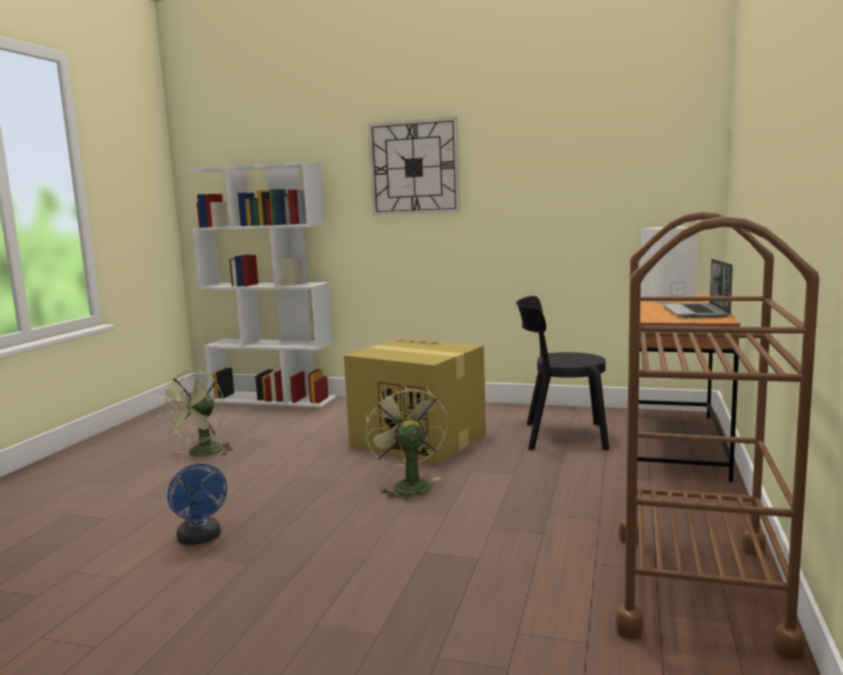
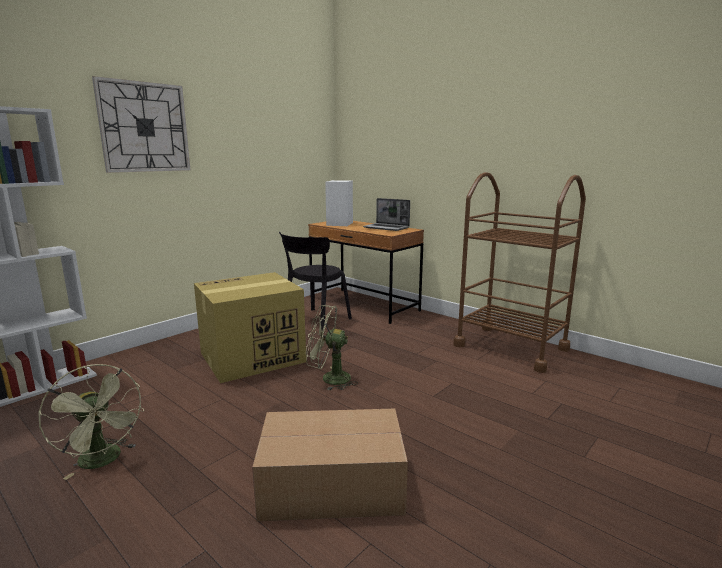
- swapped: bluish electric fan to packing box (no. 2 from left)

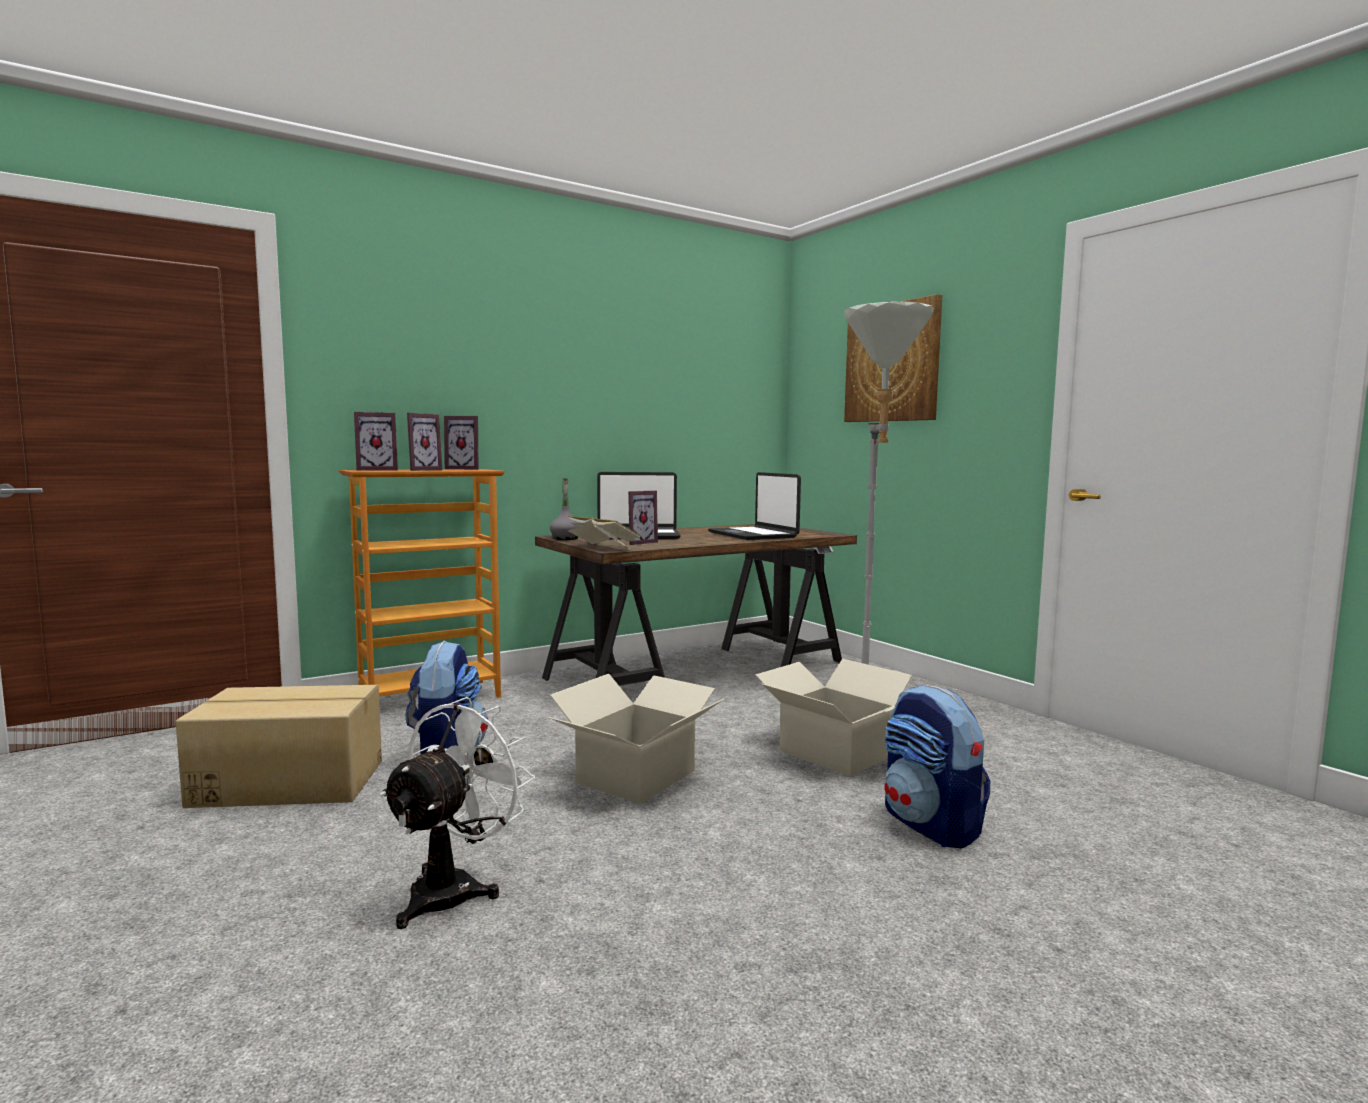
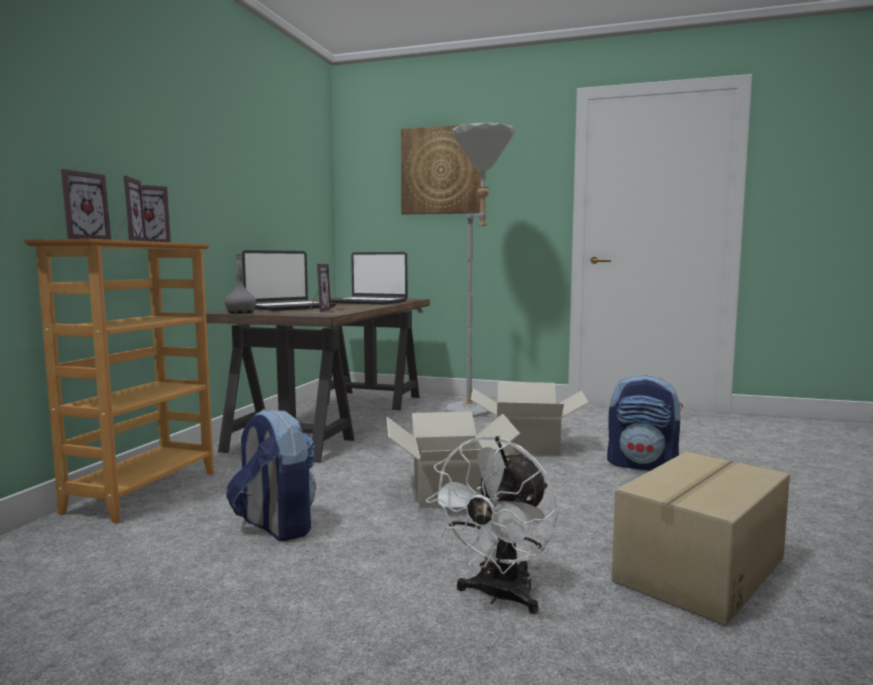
- gone: volume
- shifted: packing box (no. 1 from left in the first image) to packing box (no. 3 from left)
- rotated: white electric fan 135 degrees counterclockwise

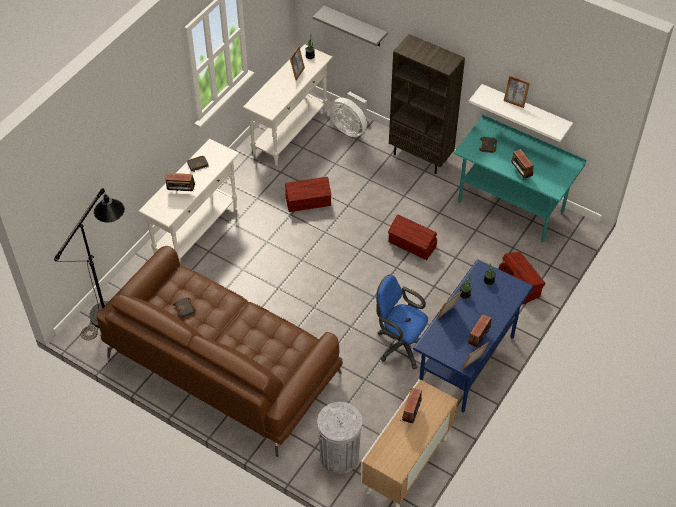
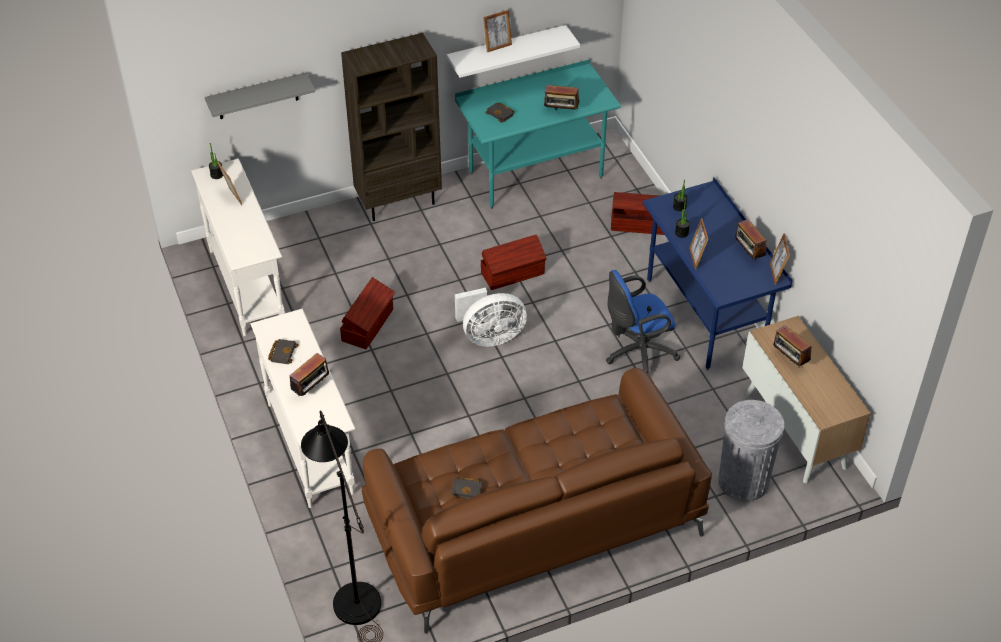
- shifted: white electric fan

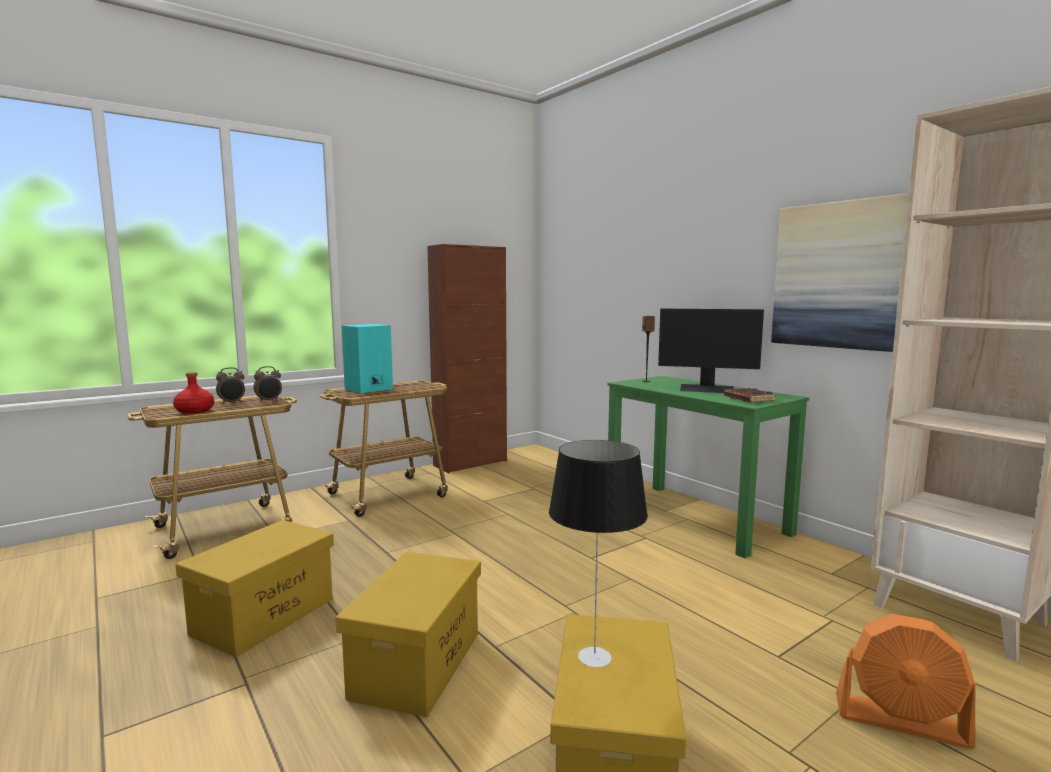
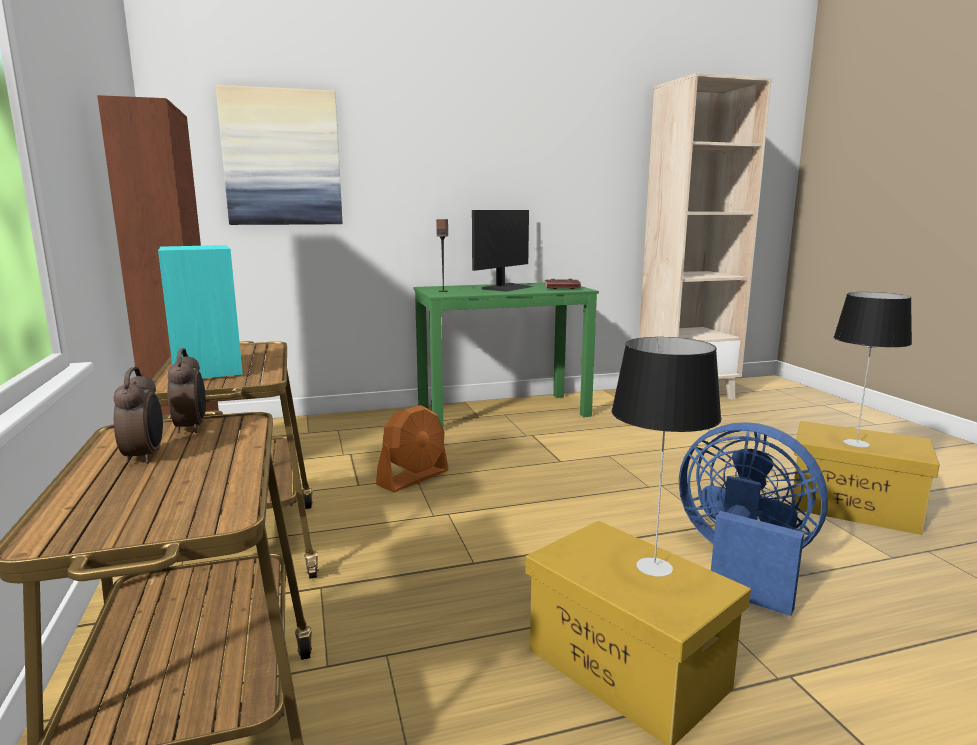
- gone: red drink bottle
- new: lamp for a table (no. 1 from left)
- shifted: wall picture
- shifted: orange-coloured electric fan
- swapped: yellow-coloured storage bin (no. 2 from left) to bluish electric fan

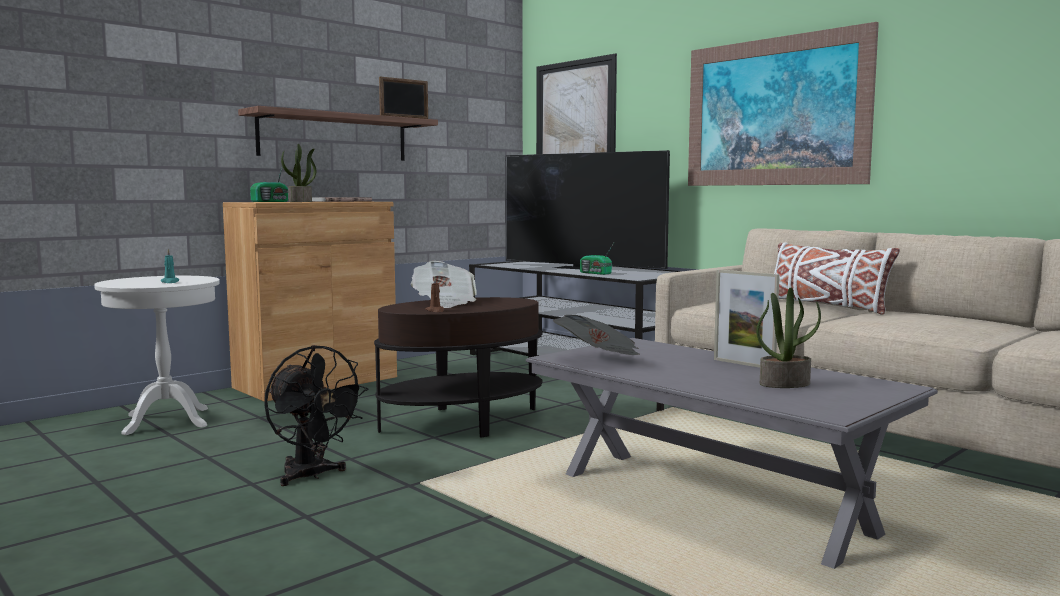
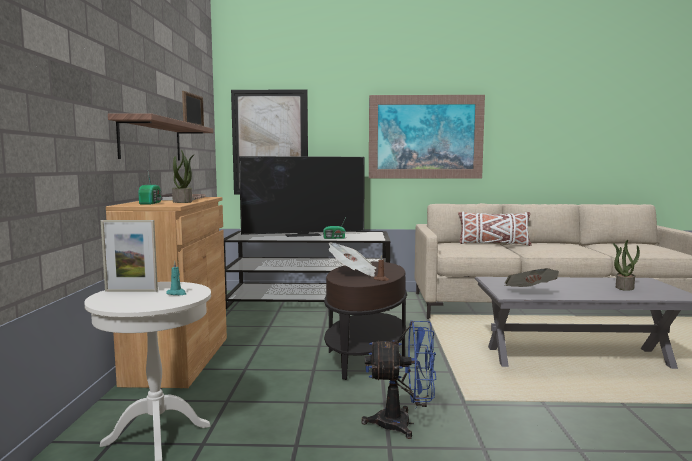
- shifted: standing frame (no. 2 from left in the first image) to standing frame (no. 1 from left)
- repainted: blackish electric fan to bluish electric fan

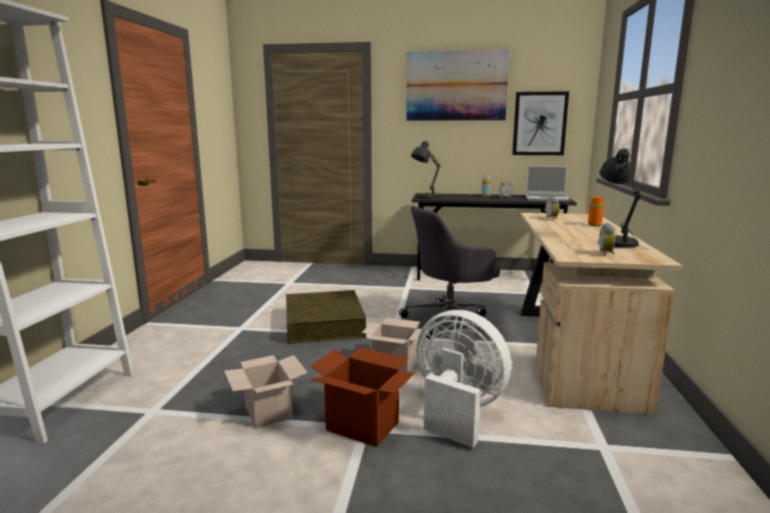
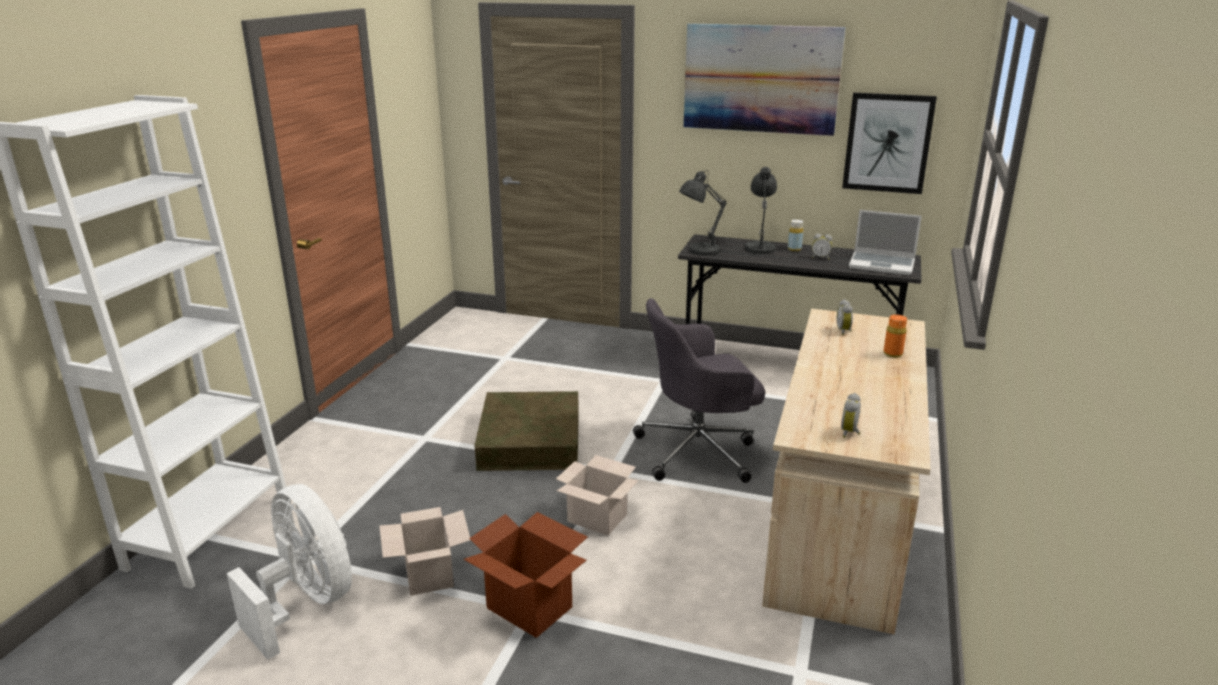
- shifted: white electric fan
- shifted: gray lamp for a table (no. 2 from left)

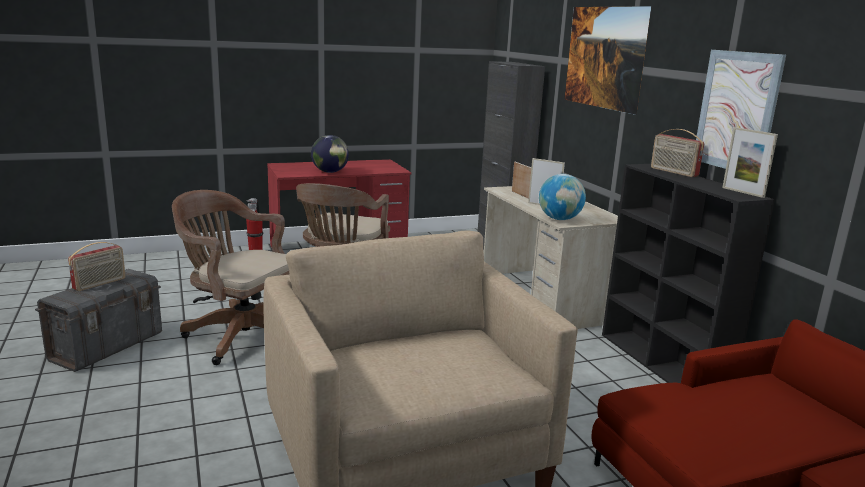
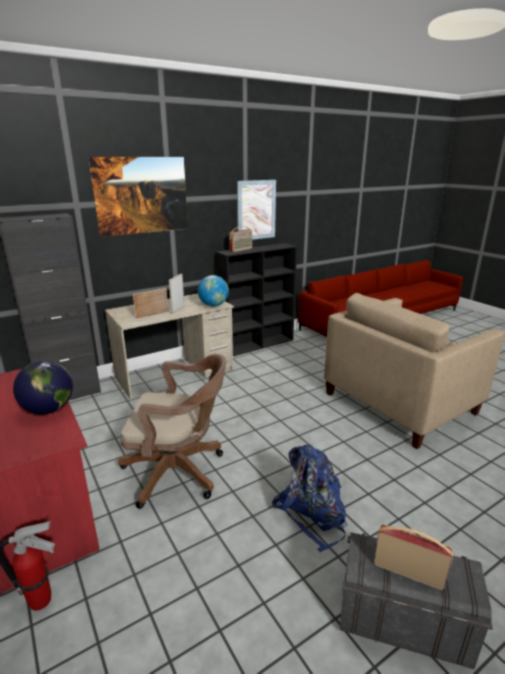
- gone: standing frame (no. 3 from left)
- swapped: brownish desk chair (no. 1 from left) to bluish rucksack

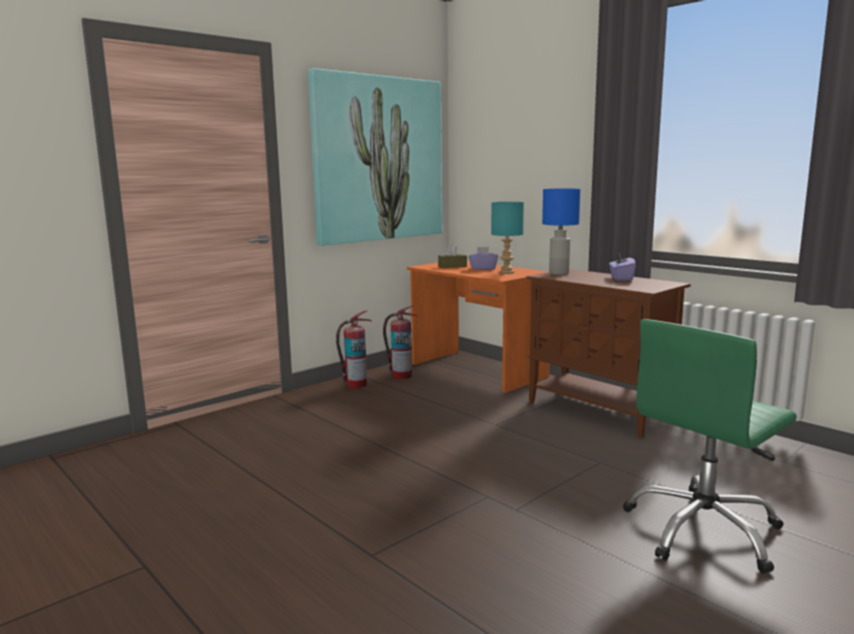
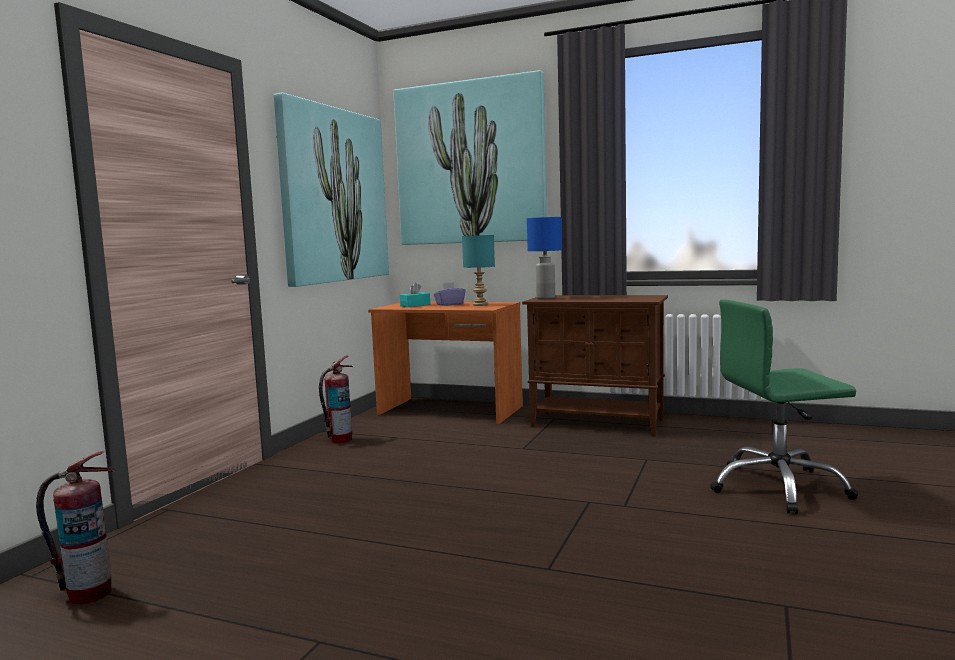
- gone: purplish tissue box (no. 2 from left)
- new: wall picture (no. 2 from left)
- shifted: fire extinguisher (no. 2 from left in the first image) to fire extinguisher (no. 1 from left)
- repainted: brownish tissue box to turquoise-coloured tissue box
- rotated: greenish desk chair 60 degrees clockwise

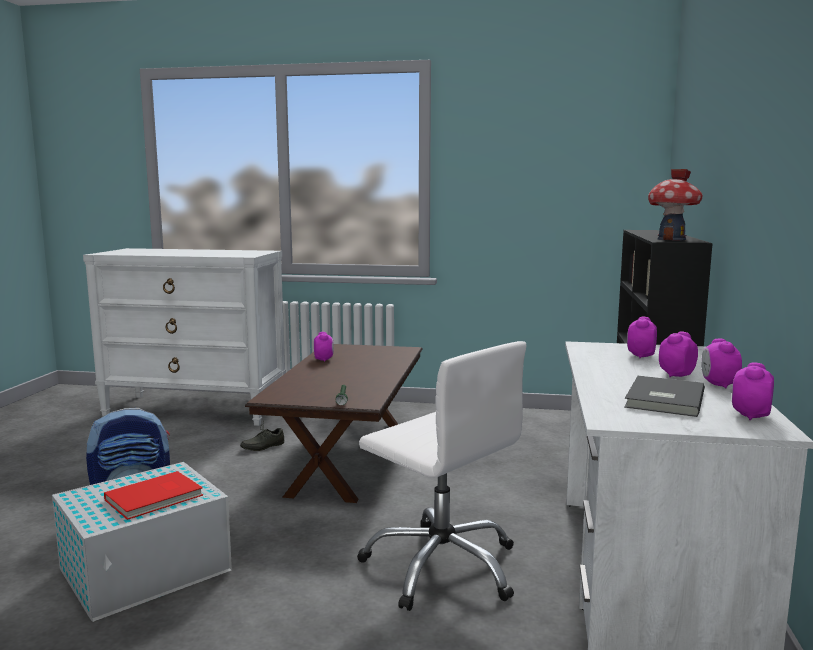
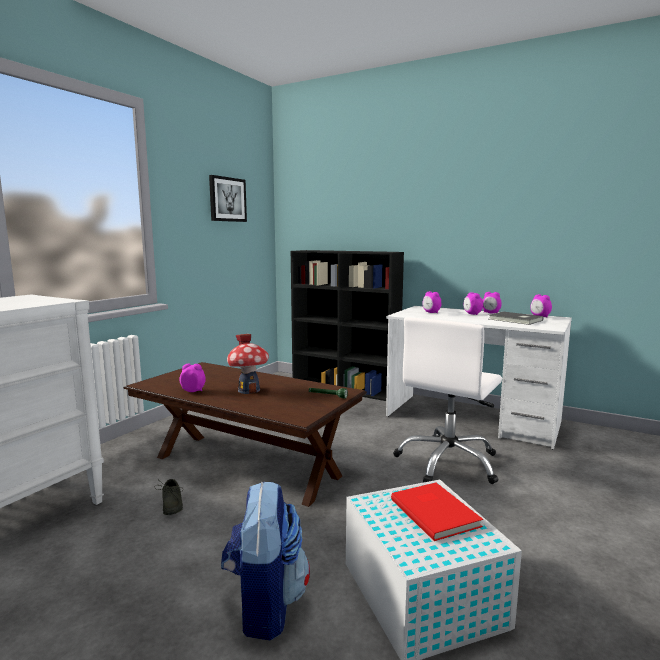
- new: wall picture
- shifted: miniature house
- rotated: white desk chair 150 degrees clockwise

